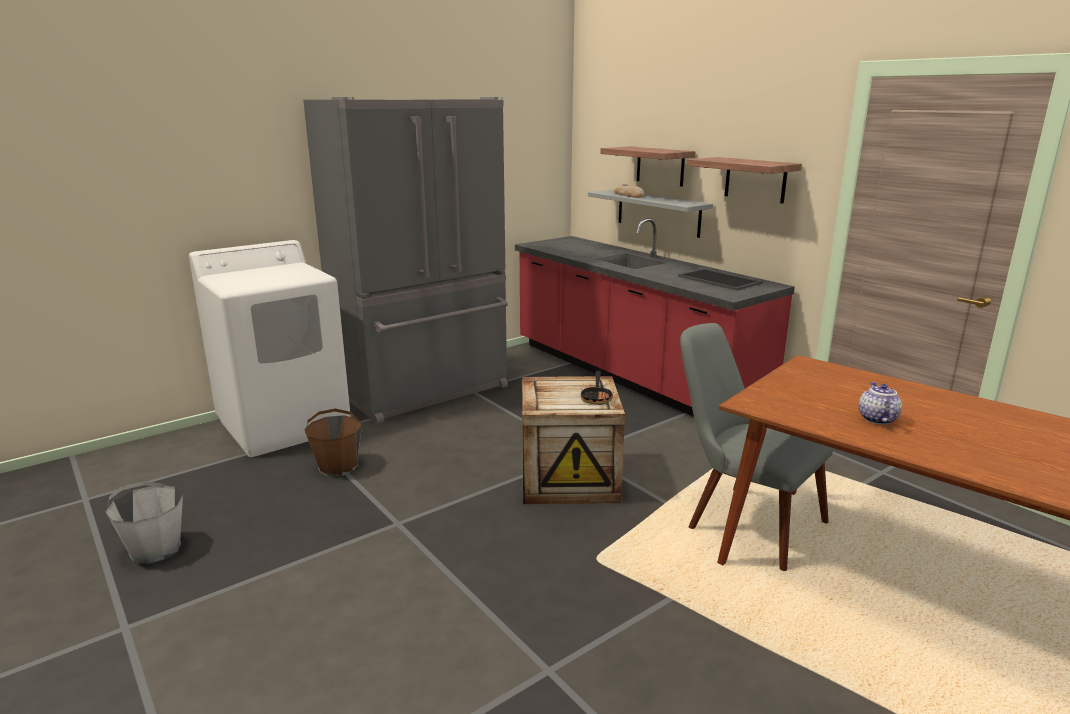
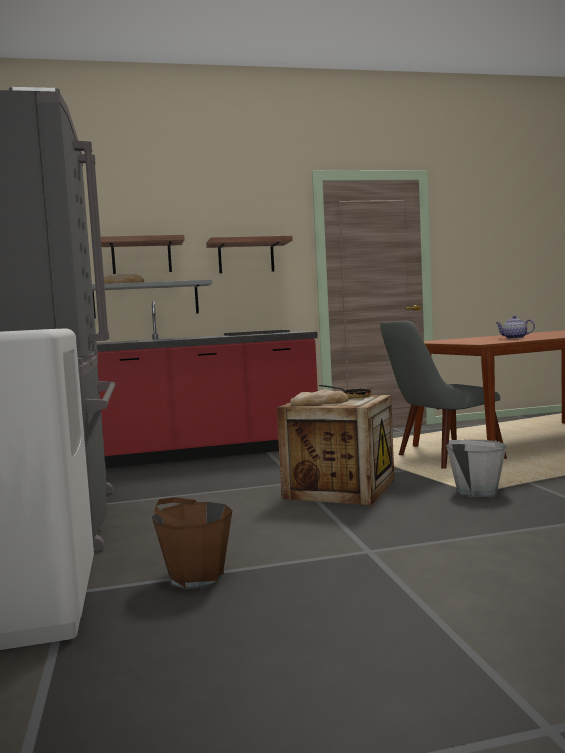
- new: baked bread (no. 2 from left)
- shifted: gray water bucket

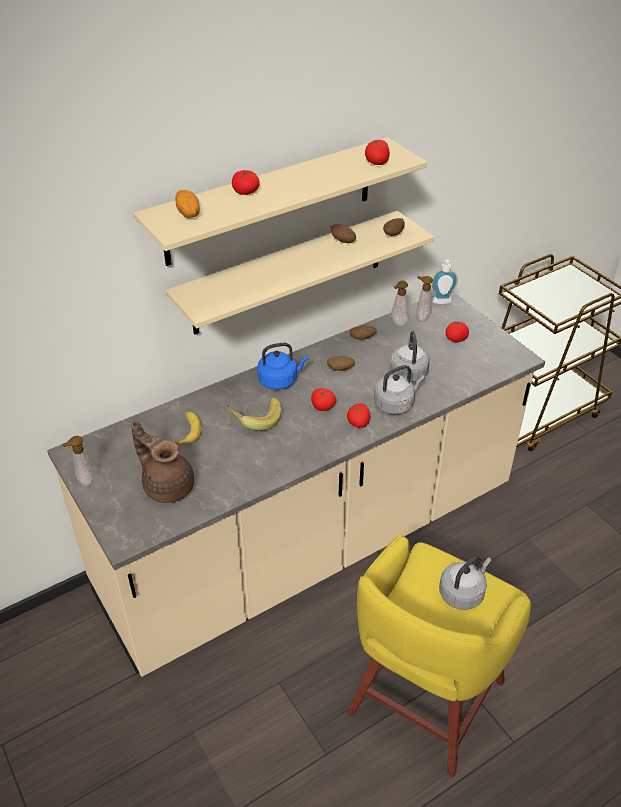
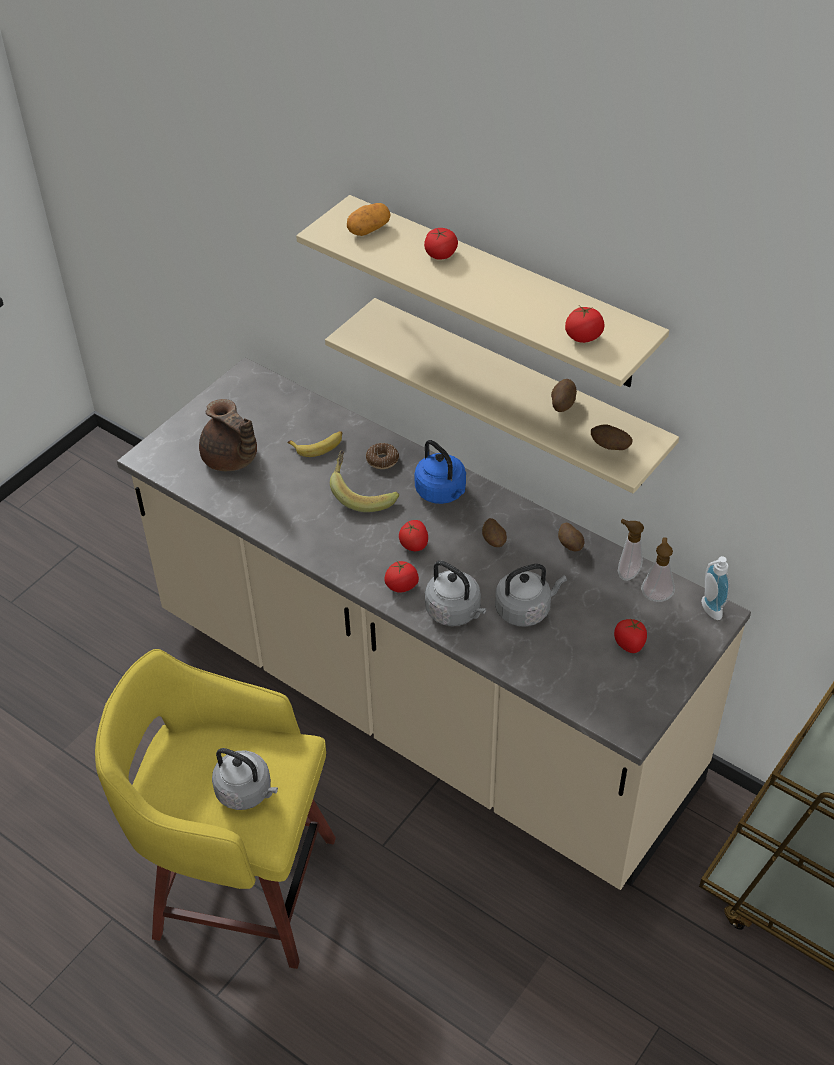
- gone: soap dispenser (no. 1 from left)
- new: doughnut
- rotated: brownish teapot 120 degrees clockwise

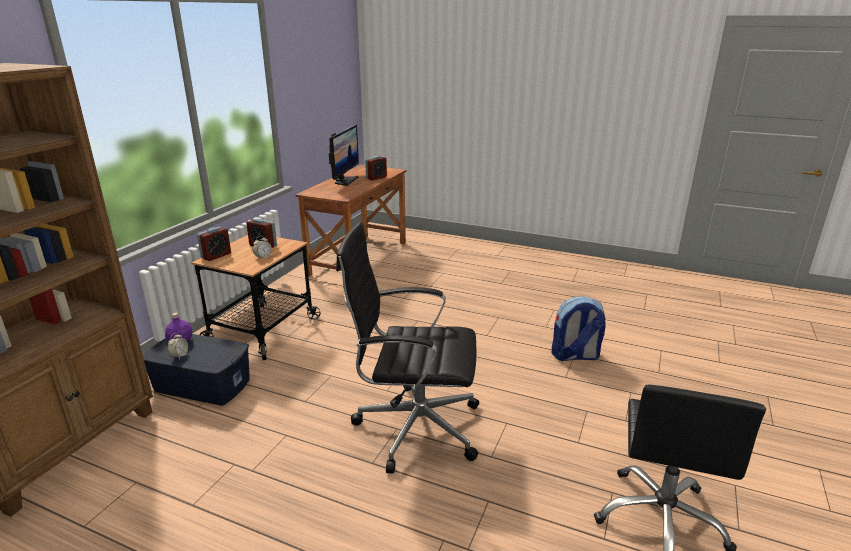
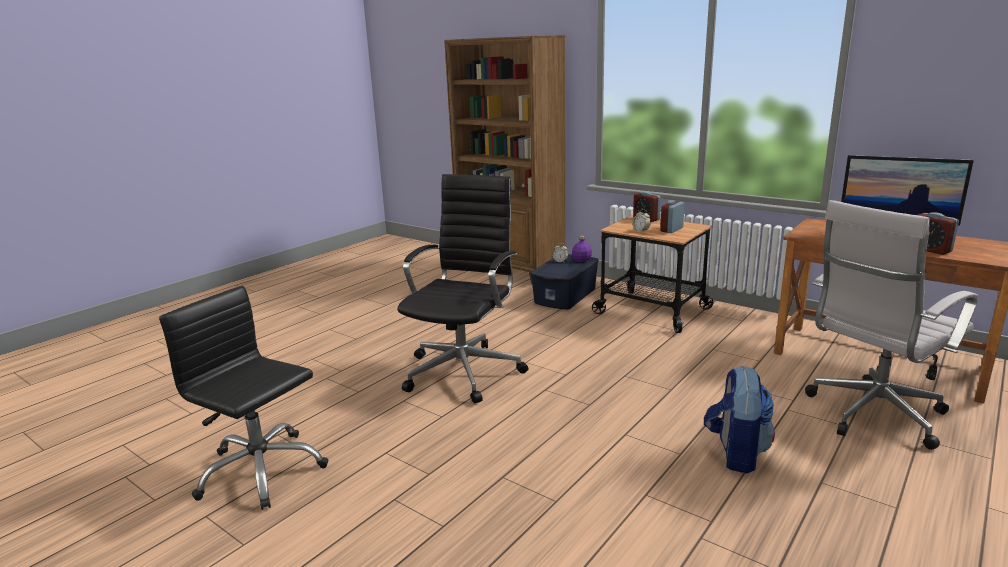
- new: white desk chair
- shifted: rucksack

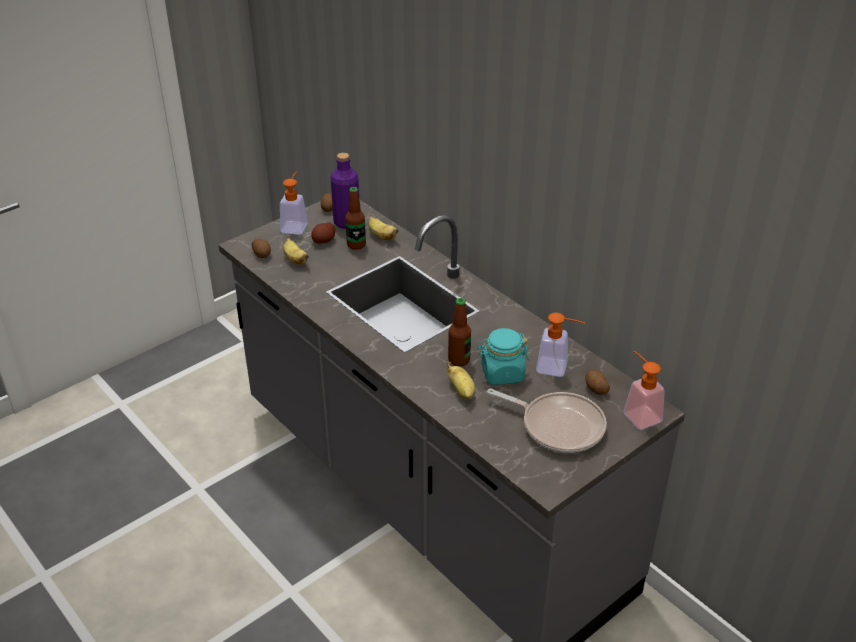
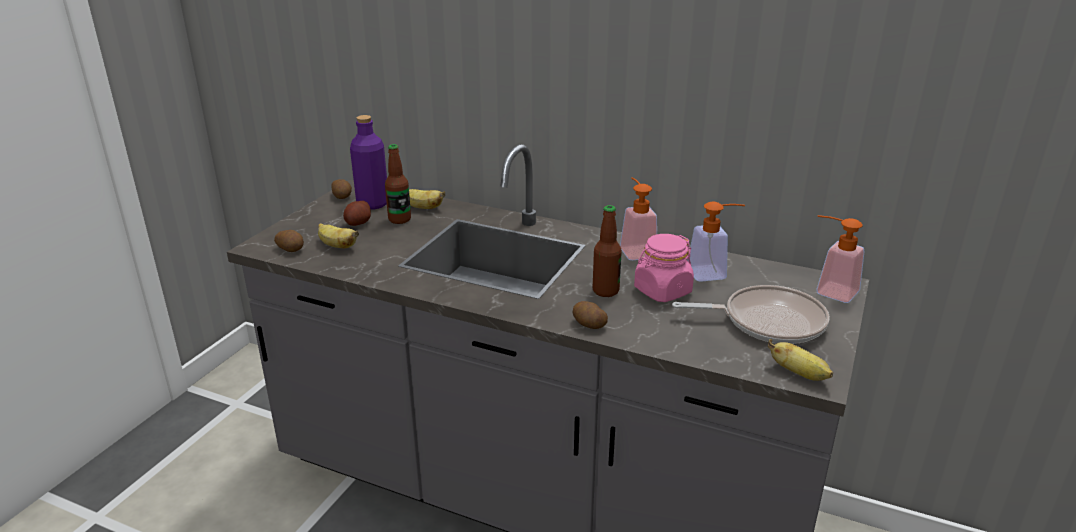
- shifted: soap dispenser (no. 1 from left)
- shifted: banana (no. 3 from left)
- shifted: spud (no. 4 from left)
- repainted: turquoise-coloured preserve jar to pink preserve jar

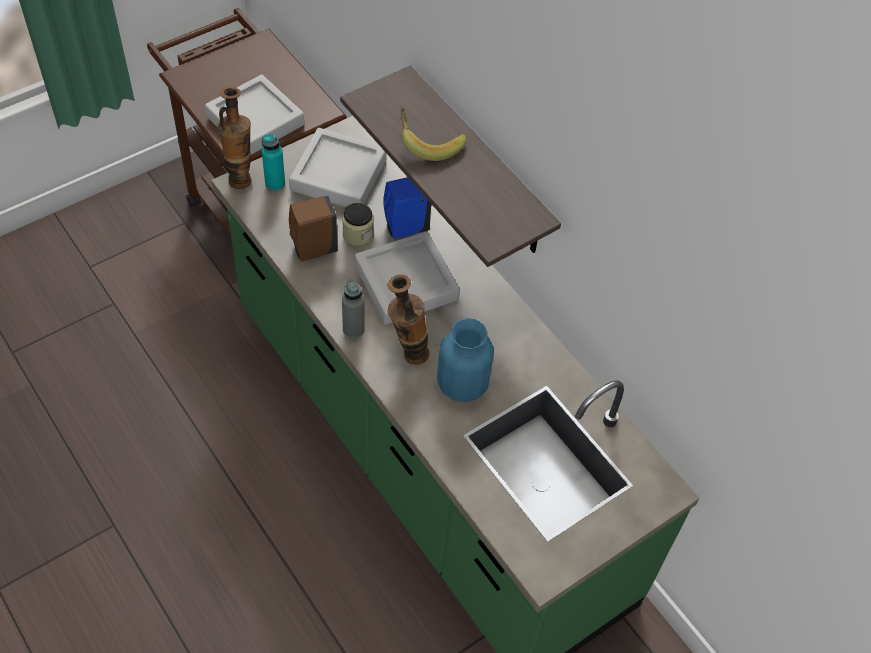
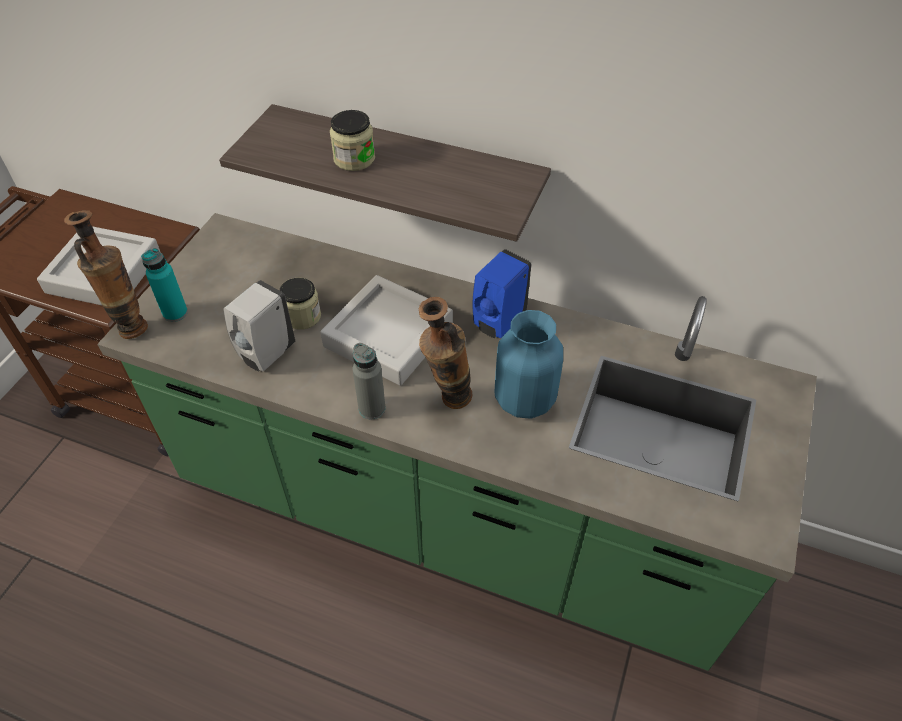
- gone: gray tray (no. 2 from left)
- shifted: bluish soap dispenser
- swapped: banana to preserve jar (no. 2 from left)
- repainted: brownish soap dispenser to white soap dispenser

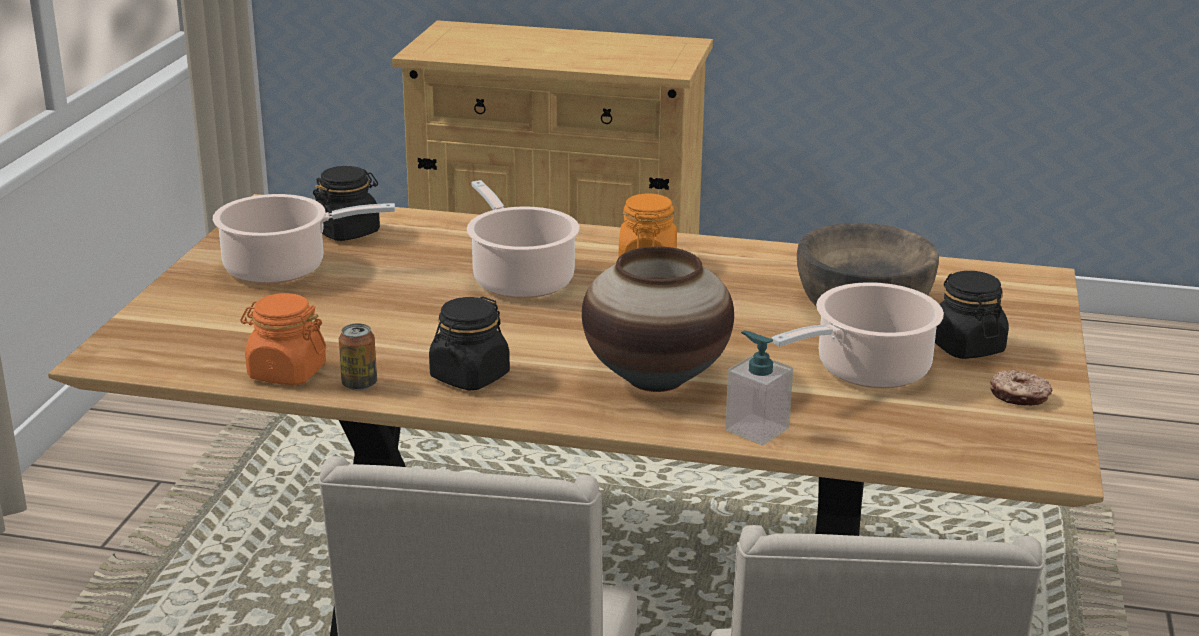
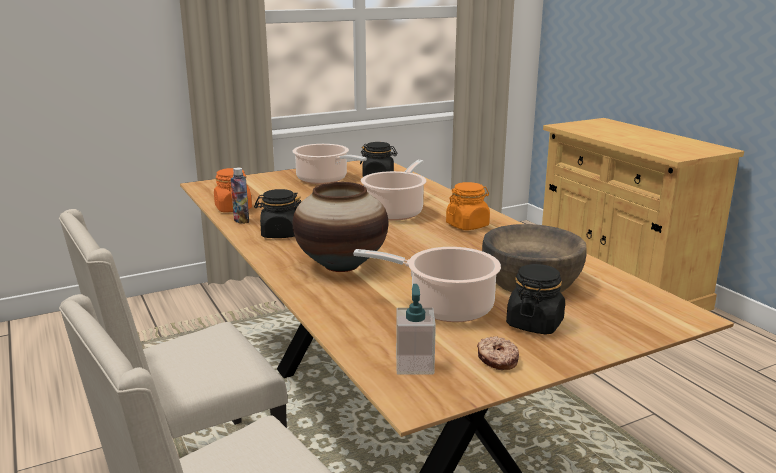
- shifted: soap dispenser
- swapped: sealed can to drink bottle

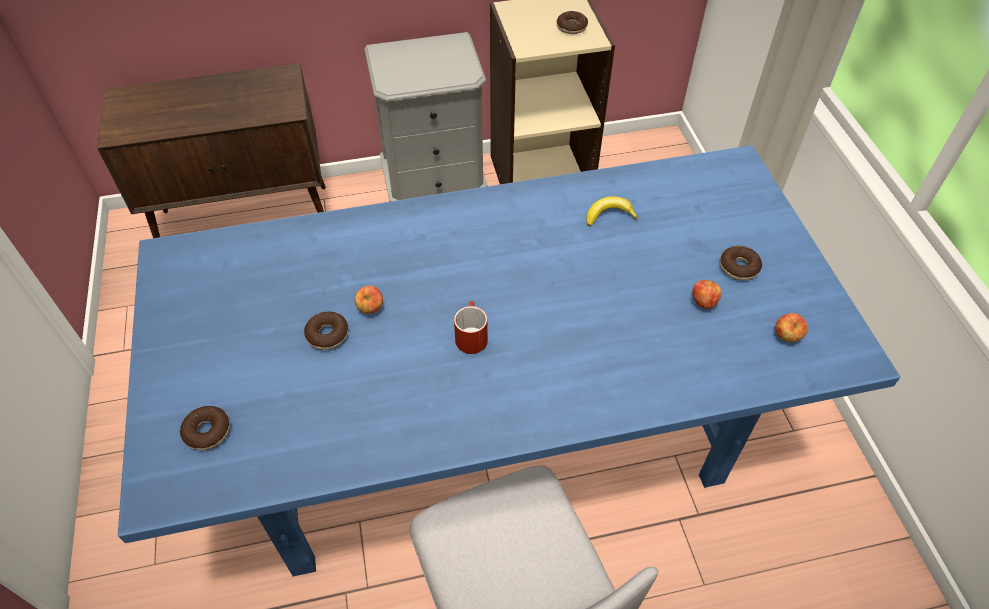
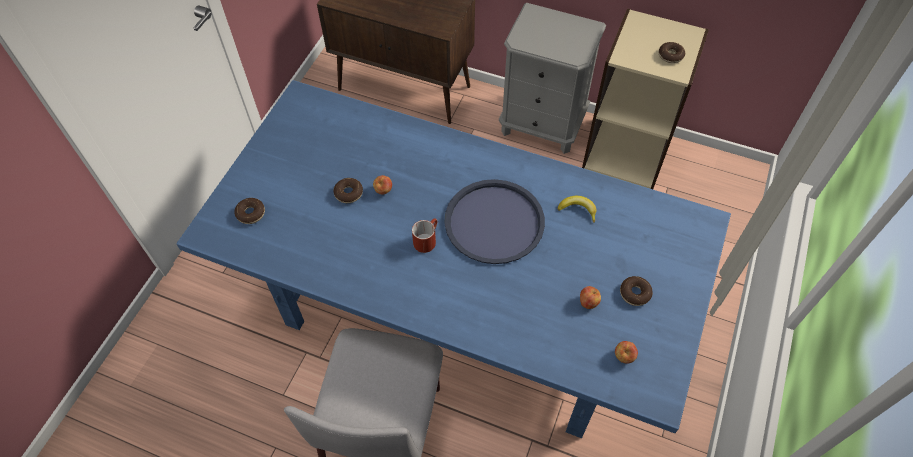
- new: bluish tray

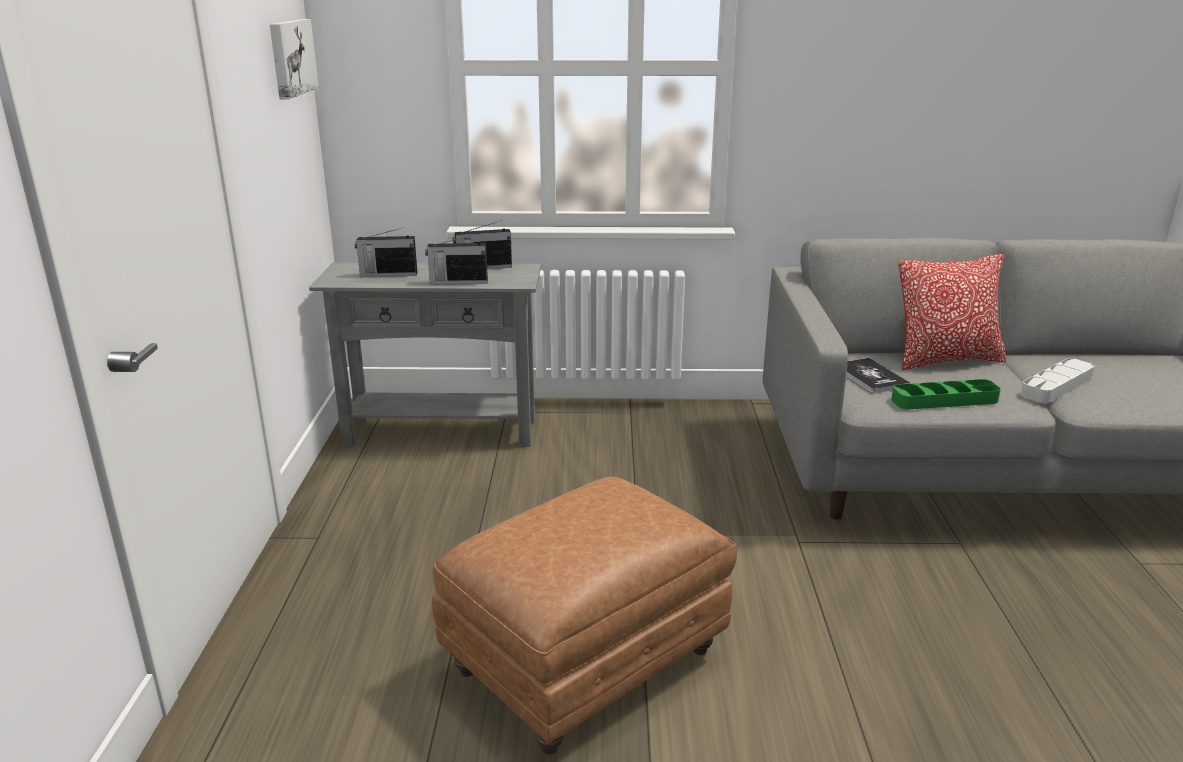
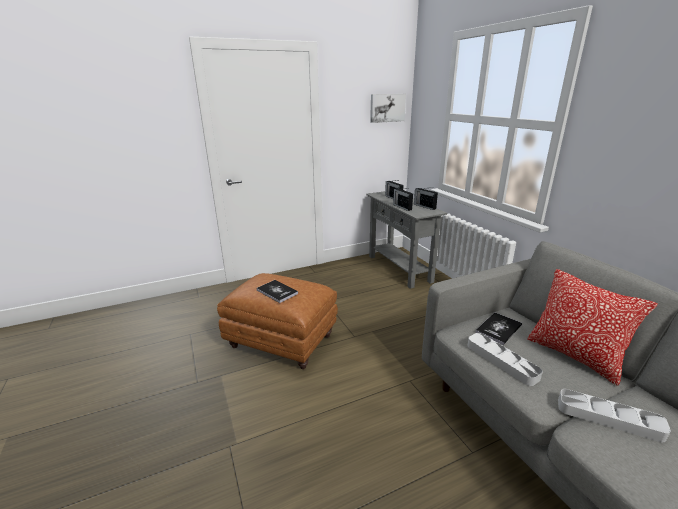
- new: volume (no. 1 from left)
- repainted: greenish tray to gray tray (no. 1 from left)

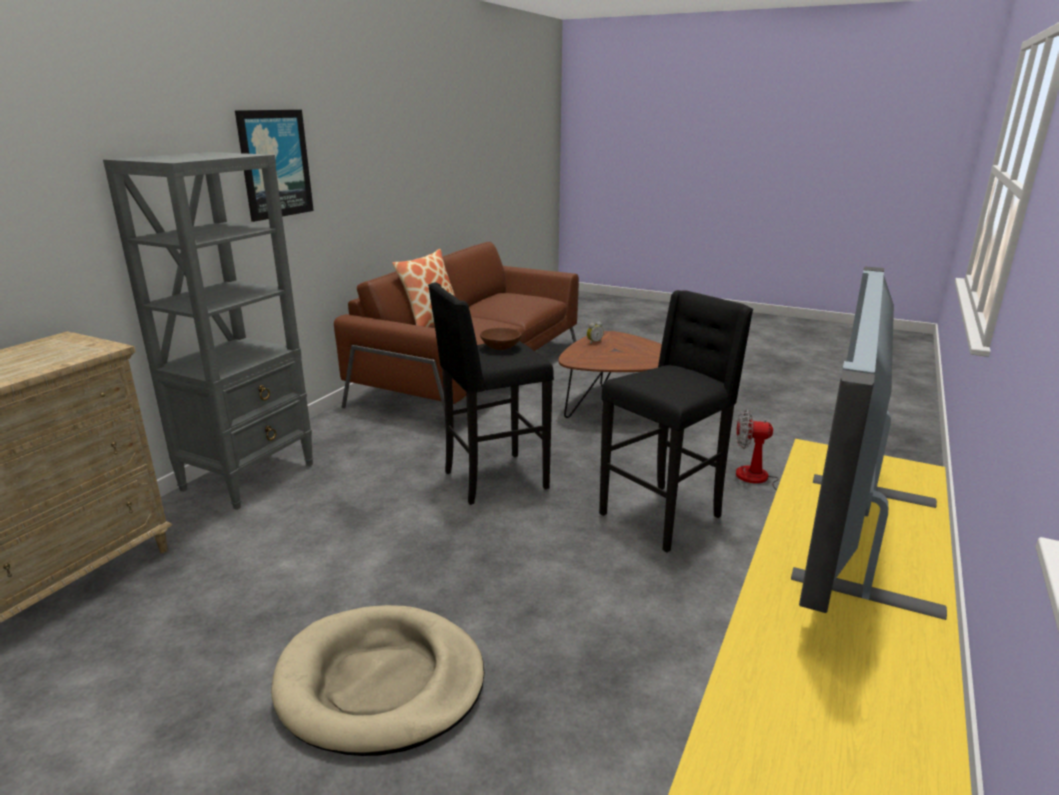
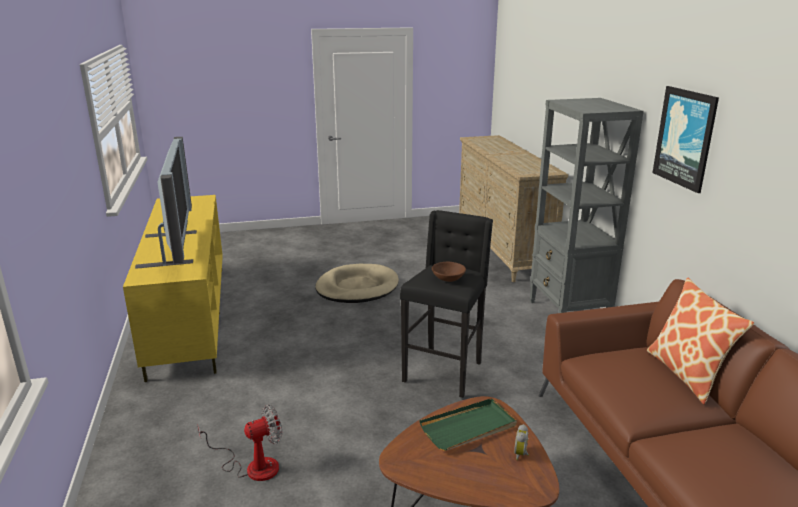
- gone: blackish stool (no. 2 from left)
- new: greenish tray

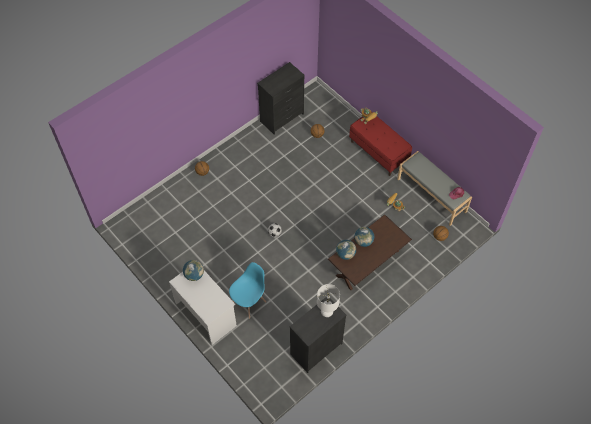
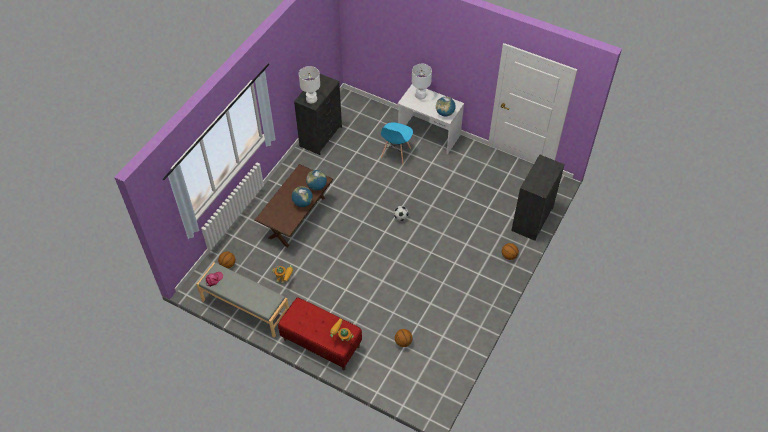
- new: white lamp for a table (no. 2 from left)
- shifted: blackish dresser (no. 1 from left in the first image) to blackish dresser (no. 2 from left)

